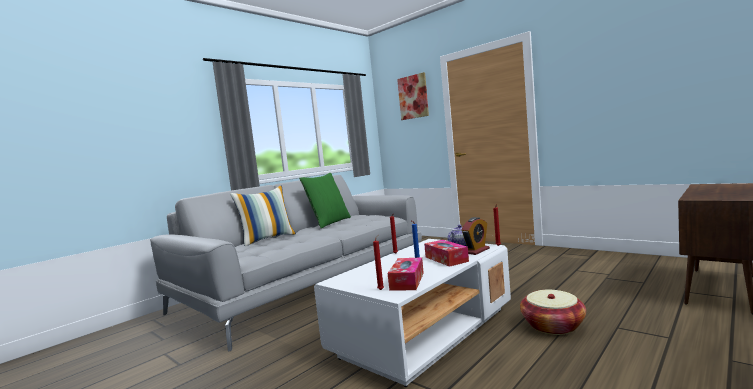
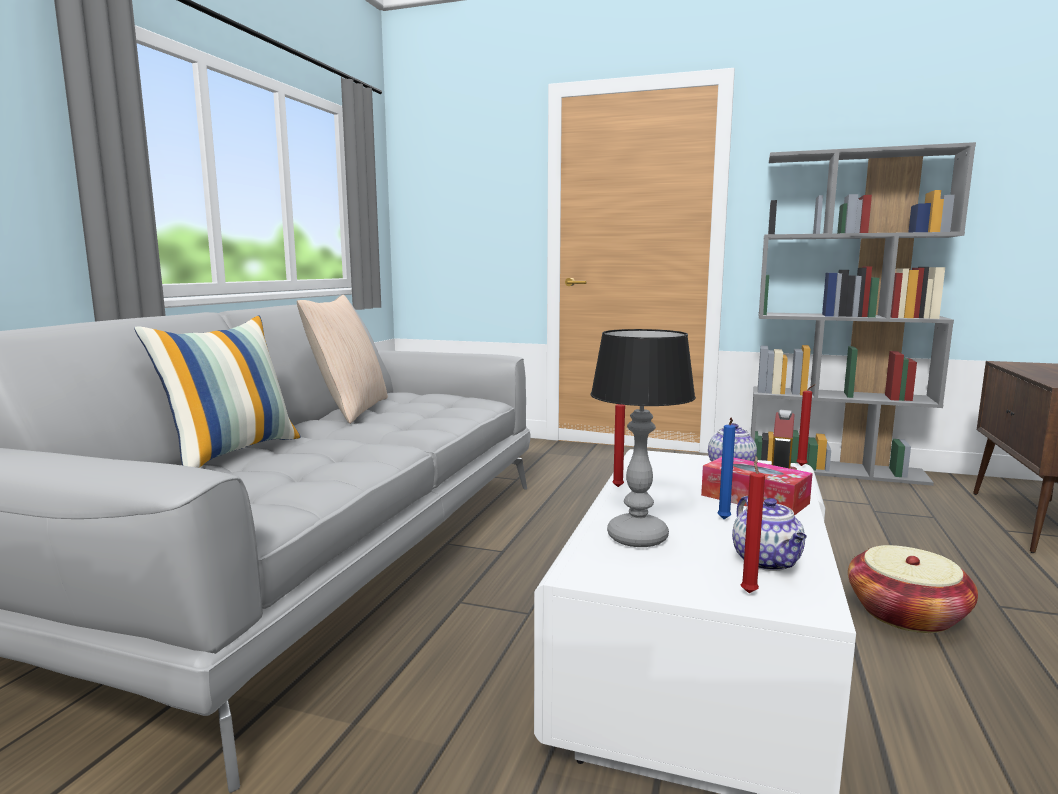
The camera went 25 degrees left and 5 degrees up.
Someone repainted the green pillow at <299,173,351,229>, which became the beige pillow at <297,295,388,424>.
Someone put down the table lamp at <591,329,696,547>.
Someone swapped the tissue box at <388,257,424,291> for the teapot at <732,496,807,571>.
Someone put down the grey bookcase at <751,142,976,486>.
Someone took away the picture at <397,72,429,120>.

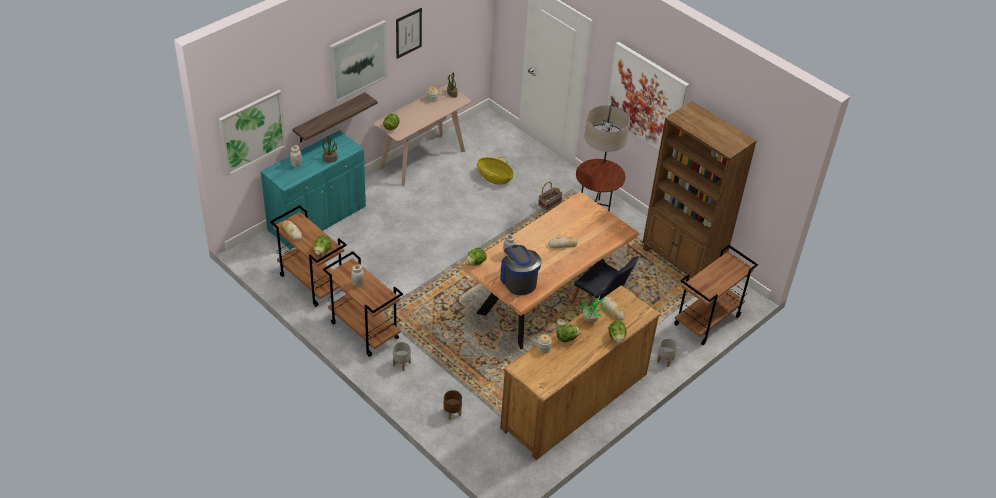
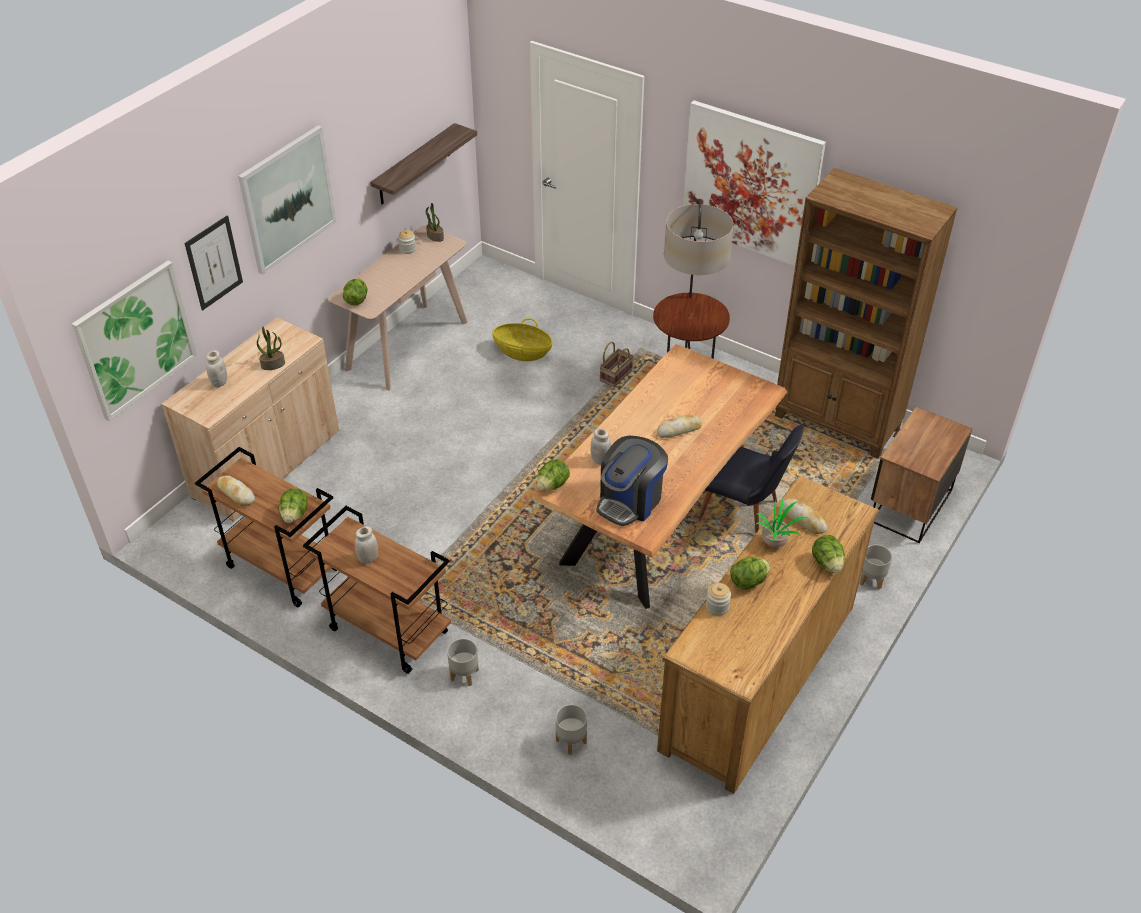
The camera went 10 degrees left and 0 degrees up.
Someone repainted the turquoise cabinet at <260,130,366,250>, which became the beige cabinet at <162,318,339,521>.
Someone carried the picture from <396,8,422,59> to <185,216,243,310>.
Someone carried the shelf from <293,93,378,142> to <370,123,477,204>.
Someone repainted the brown planter at <444,390,462,420>, which became the grey planter at <556,704,587,755>.
Someone rotated the coffee machine at <500,245,542,295> by 105 degrees counterclockwise.
Someone swapped the brown cart at <674,245,758,345> for the nightstand at <871,406,973,543>.

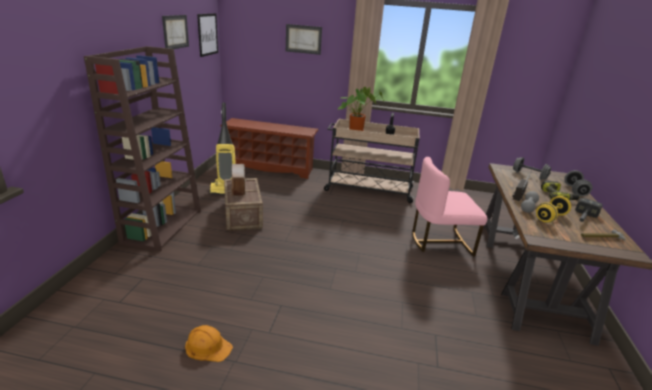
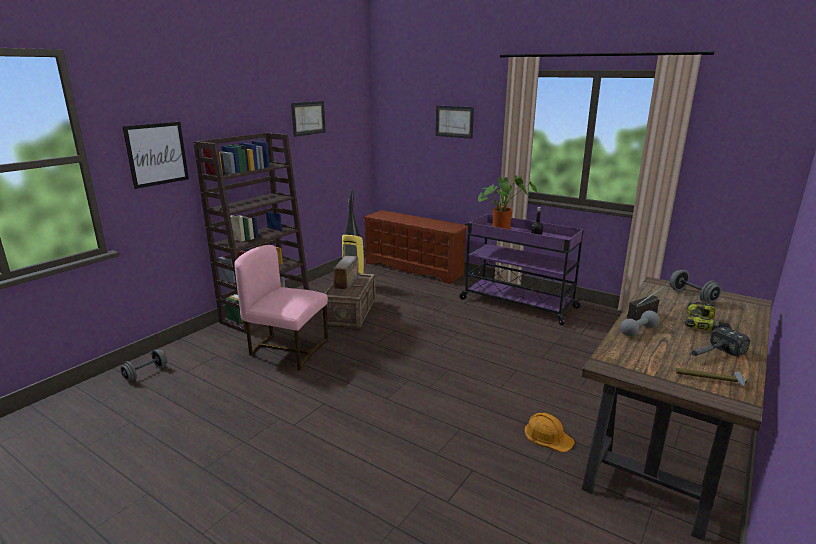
The camera went 25 degrees right and 5 degrees down.
Someone carried the grey dumbbell from <564,170,592,196> to <120,350,167,381>.
Someone carried the picture from <197,13,218,57> to <122,122,189,189>.
Someone carried the pink chair from <412,157,487,257> to <234,245,328,370>.
Someone repainted the beige cart at <324,119,420,203>, which became the purple cart at <459,214,584,325>.
Someone carried the orange hard hat from <185,325,233,362> to <524,413,575,452>.
Someone took away the yellow dumbbell at <536,196,571,223>.

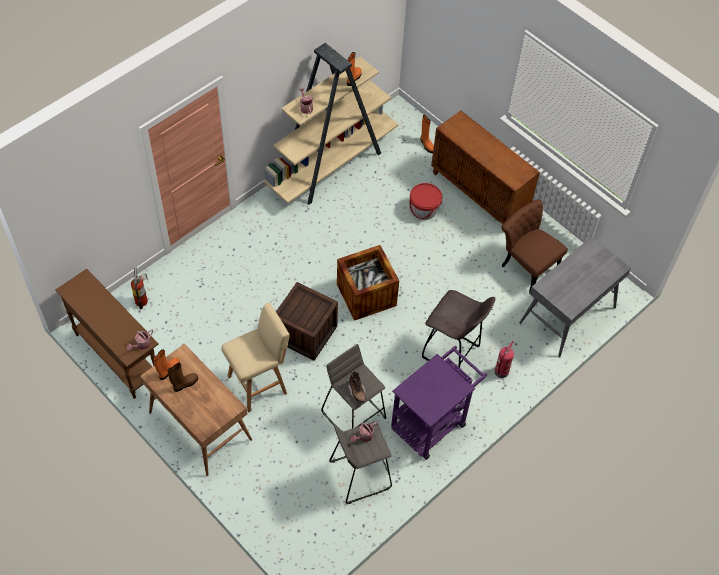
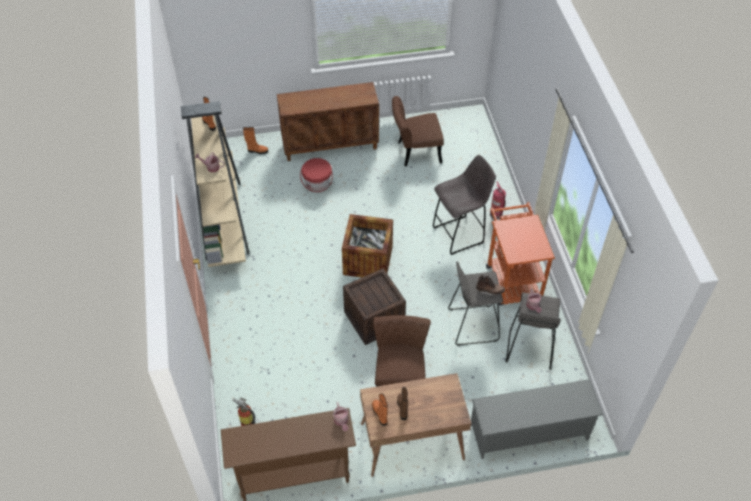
The camera went 55 degrees left and 5 degrees down.
Someone swapped the beige stool at <221,303,290,413> for the brown chair at <373,315,431,387>.
Someone put down the grey shoe rack at <471,379,603,459>.
Someone repainted the purple cart at <391,346,487,460>, which became the orange cart at <486,202,555,305>.
Someone took away the grey desk at <519,237,631,358>.

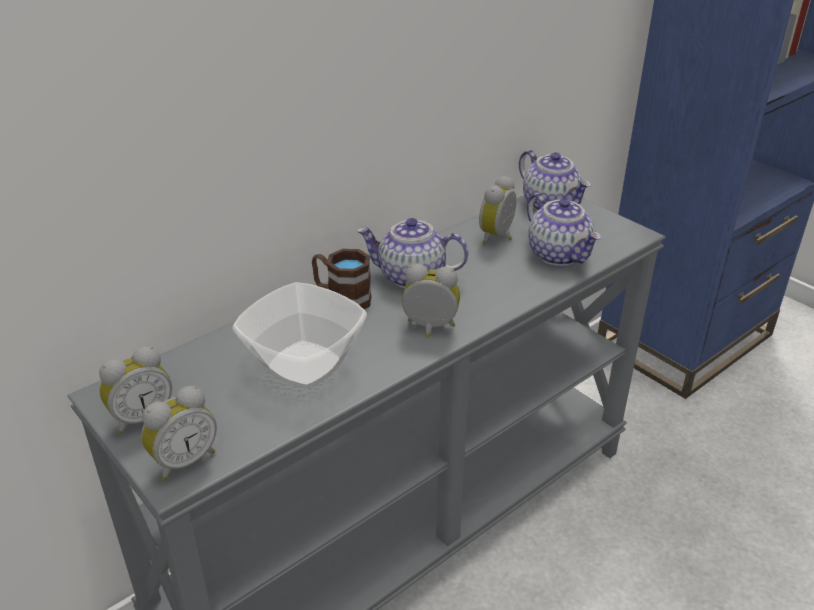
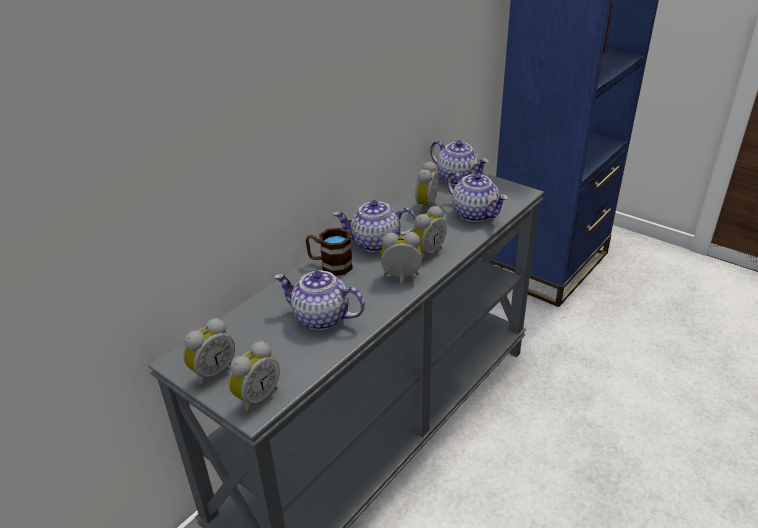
The camera went 10 degrees left and 0 degrees up.
Someone swapped the bowl at <232,282,367,388> for the teapot at <274,271,365,330>.
Someone put down the alarm clock at <412,206,447,262>.

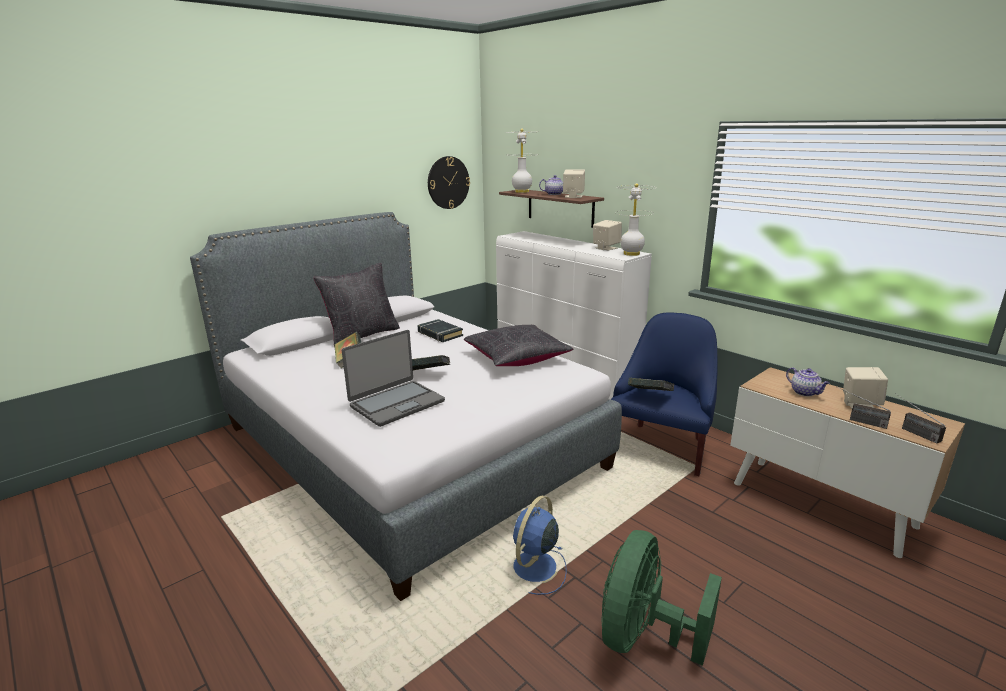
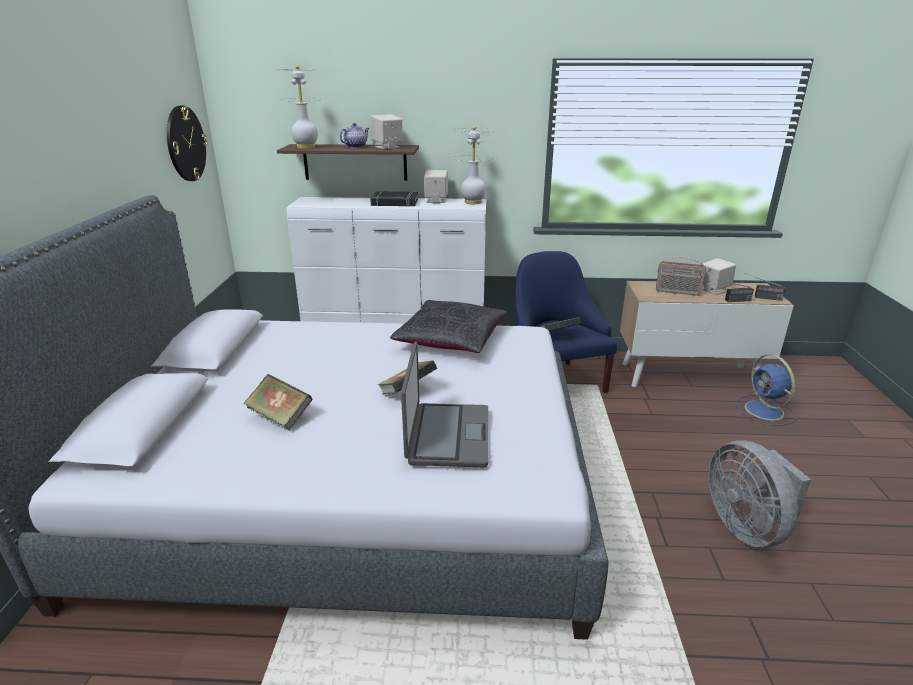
The camera went 45 degrees left and 5 degrees up.
Someone carried the black book from <418,319,463,342> to <370,191,418,207>.
Someone swapped the teapot at <786,367,830,396> for the radio at <656,257,706,296>.
Someone repainted the green fan at <601,530,722,666>, which became the grey fan at <709,441,811,547>.
Someone carried the blue fan from <513,496,567,595> to <736,354,796,426>.
Someone took away the black pillow at <314,263,400,348>.

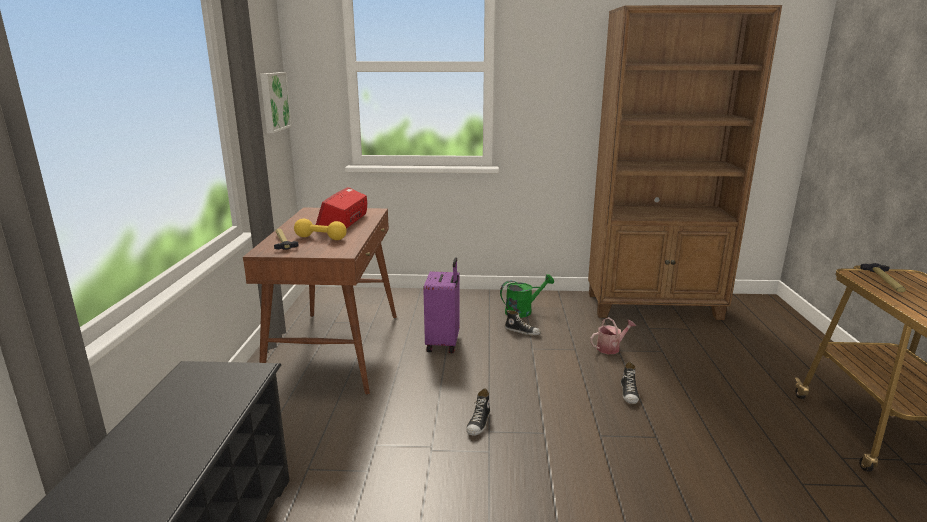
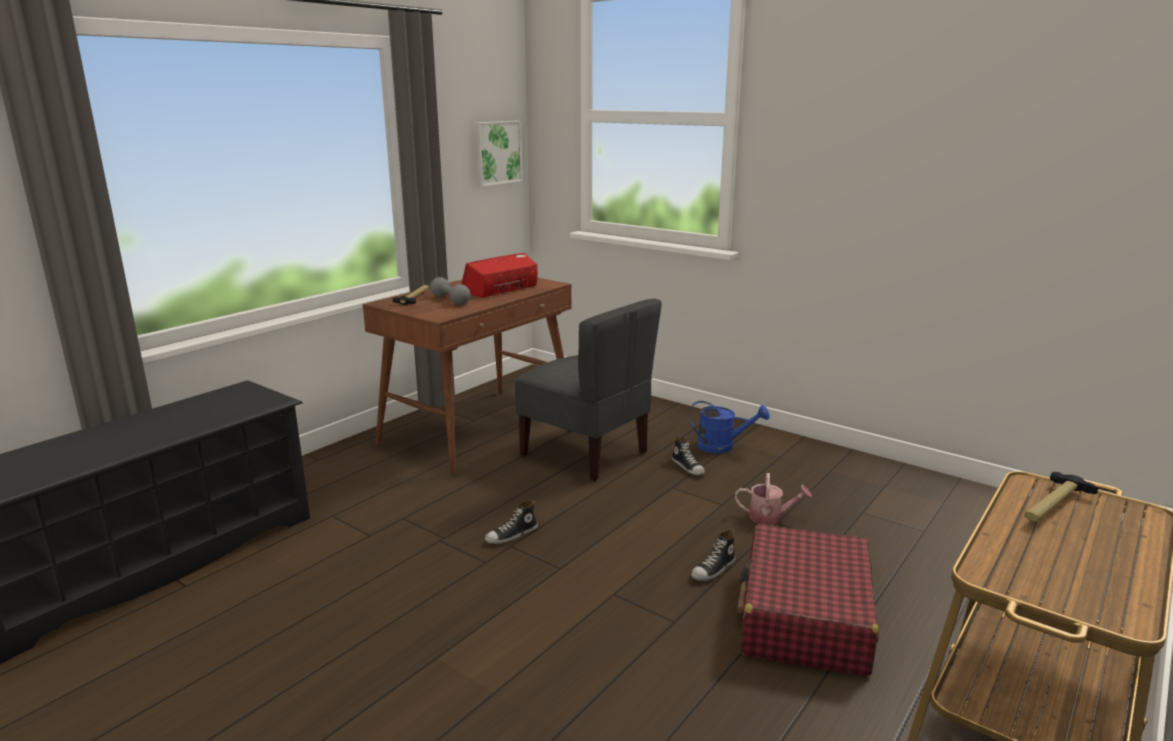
The camera went 35 degrees right and 0 degrees up.
Someone repainted the yellow dumbbell at <294,219,347,240>, which became the grey dumbbell at <430,277,471,305>.
Someone swapped the purple suitcase at <423,258,460,353> for the grey chair at <515,299,662,481>.
Someone repainted the green watering can at <500,274,554,318>, which became the blue watering can at <689,401,770,454>.
Someone put down the red suitcase at <737,524,879,677>.
Someone took away the brown bookcase at <588,5,782,320>.

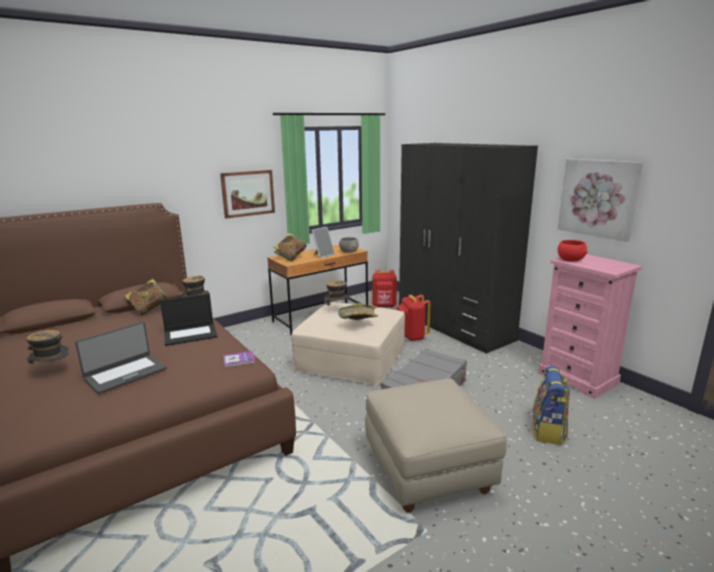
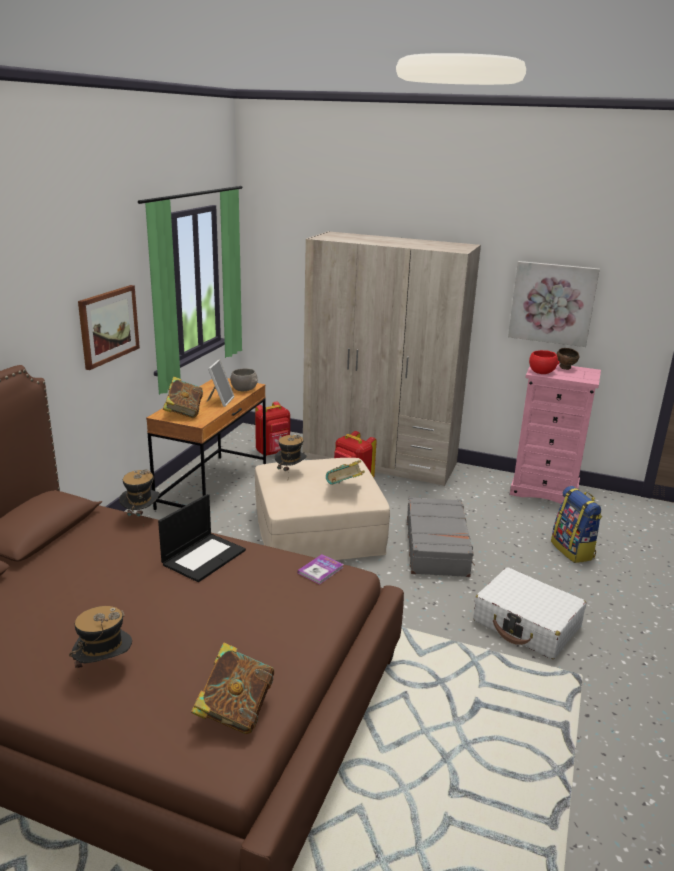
The camera went 35 degrees left and 5 degrees up.
Someone carried the book from <125,279,169,316> to <191,643,274,734>.
Someone repainted the black wardrobe at <399,143,538,354>, which became the beige wardrobe at <303,231,481,486>.
Someone swapped the beige ottoman at <365,378,506,513> for the white suitcase at <473,568,586,659>.
Someone put down the brown bowl at <556,348,580,370>.
Someone took away the laptop at <75,322,166,394>.

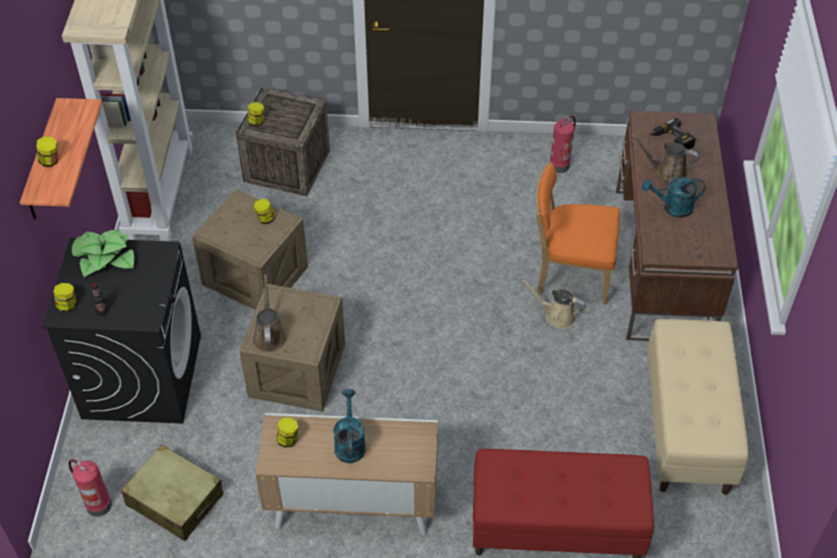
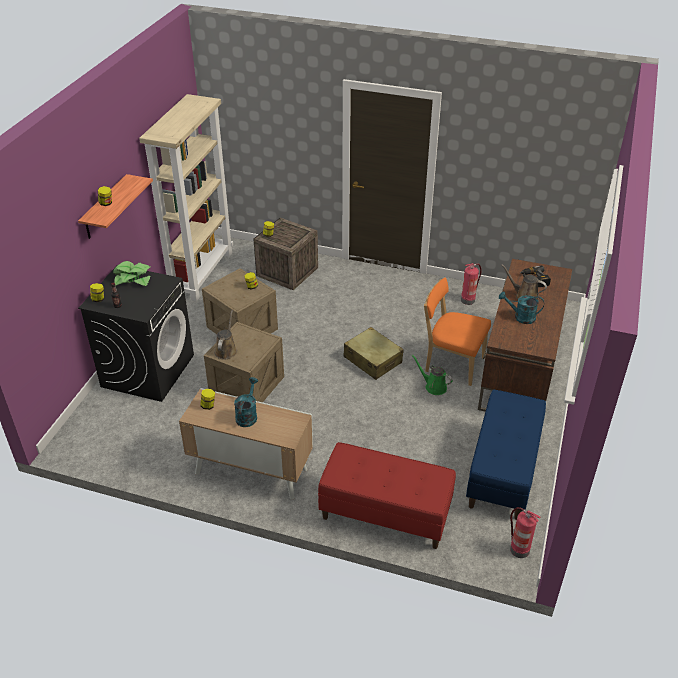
The camera went 15 degrees right and 10 degrees down.
Someone carried the beige suitcase from <121,444,223,541> to <344,327,404,380>.
Someone repainted the beige watering can at <522,279,586,329>, which became the green watering can at <412,355,453,395>.
Someone repainted the beige bench at <647,319,748,495>, which became the blue bench at <466,390,546,520>.
Someone carried the fire extinguisher from <68,459,112,517> to <510,507,541,558>.

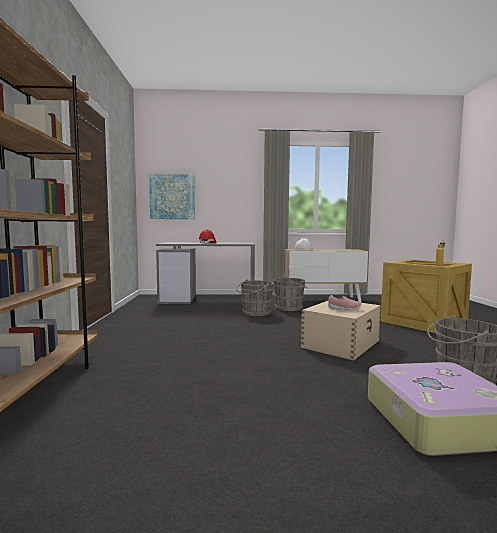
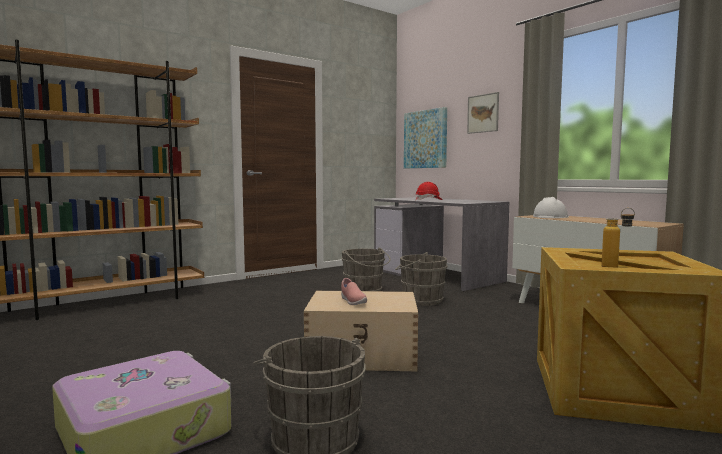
The camera went 55 degrees right and 0 degrees up.
Someone carried the grey bucket from <274,276,308,311> to <342,247,391,291>.
Someone put up the picture at <467,92,499,134>.

